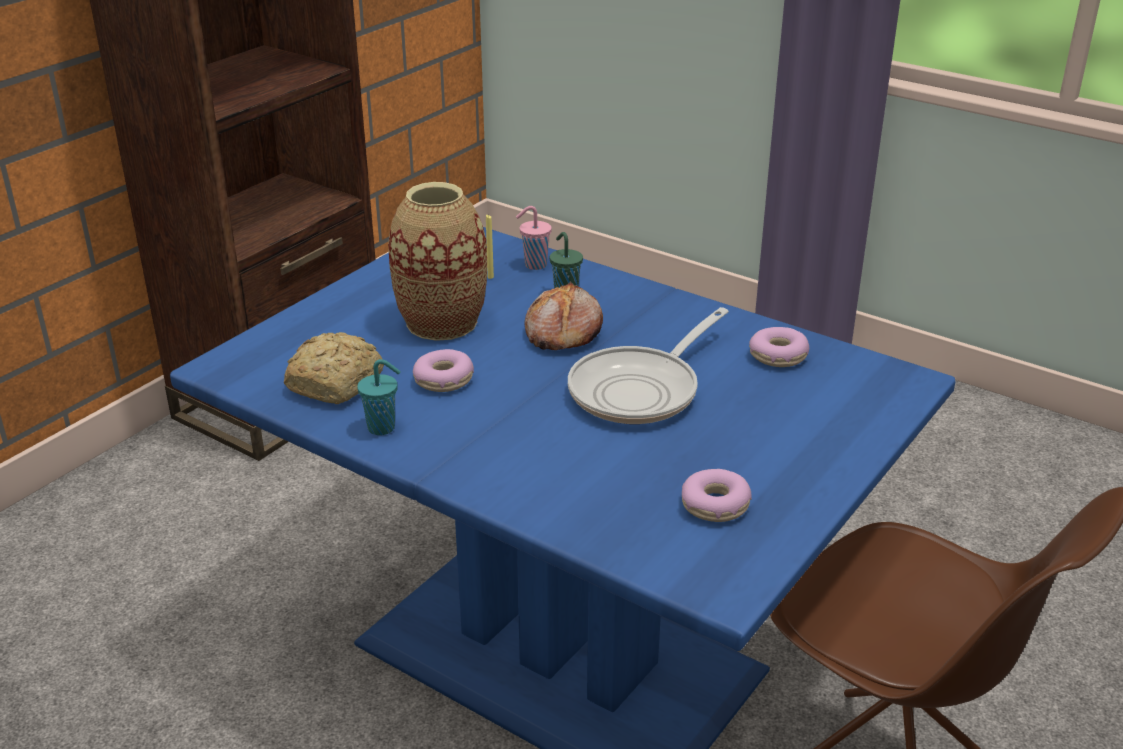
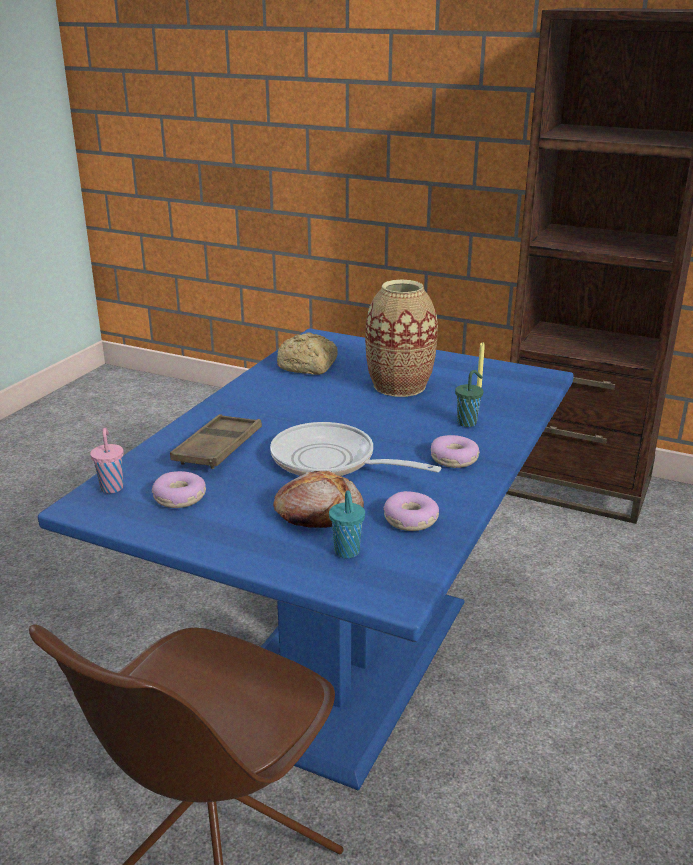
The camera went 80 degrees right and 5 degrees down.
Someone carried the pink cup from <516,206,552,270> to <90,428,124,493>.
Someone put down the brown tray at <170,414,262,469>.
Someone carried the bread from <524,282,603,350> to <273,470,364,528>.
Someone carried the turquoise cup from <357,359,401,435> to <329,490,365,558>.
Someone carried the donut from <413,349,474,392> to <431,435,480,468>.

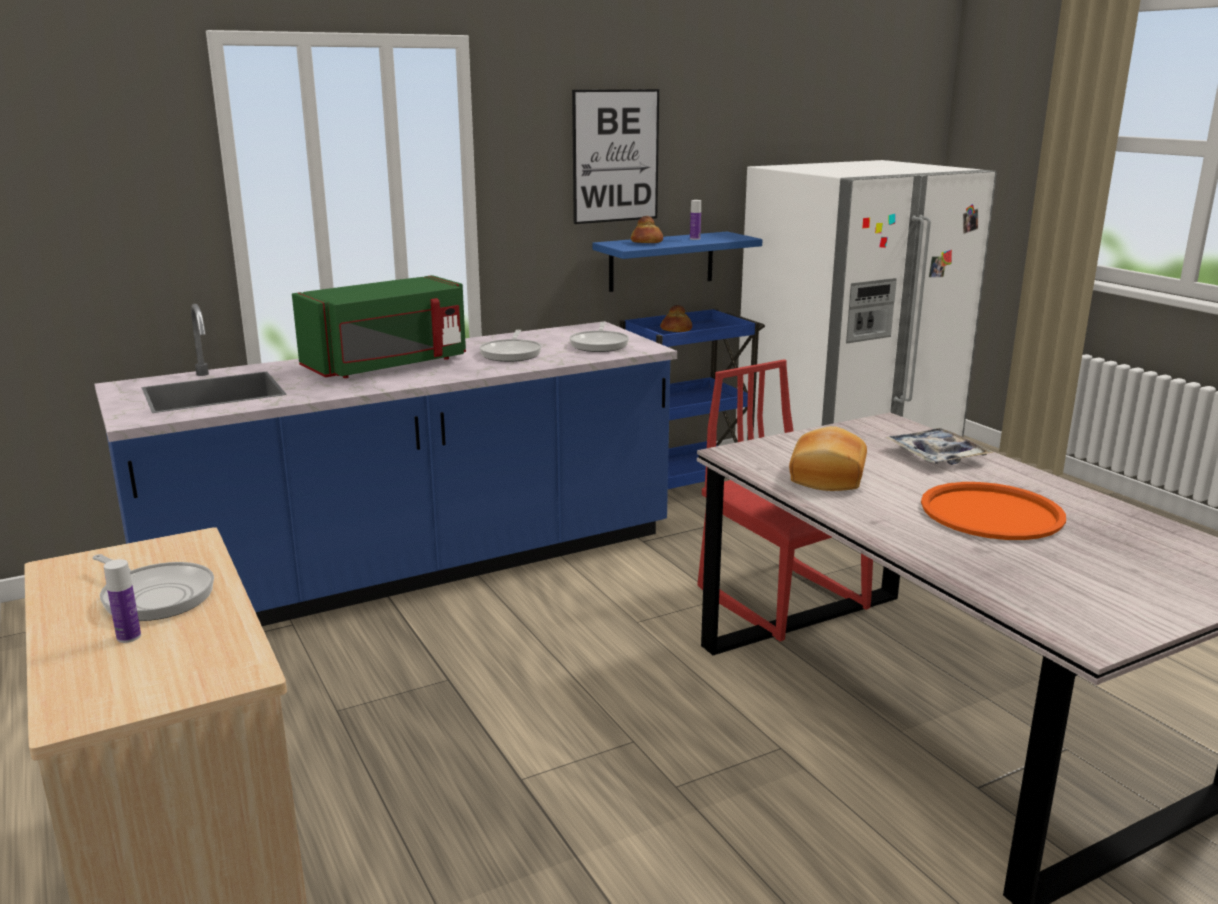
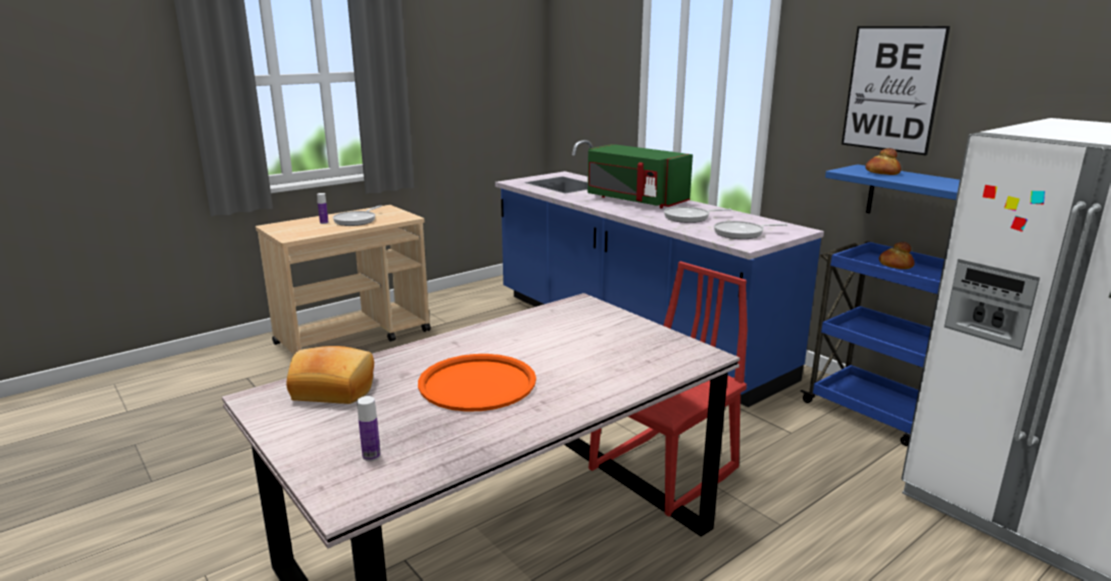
The camera went 80 degrees right and 0 degrees up.
Someone carried the bread from <789,426,867,491> to <287,346,374,404>.
Someone carried the bottle from <690,200,701,240> to <357,396,381,461>.
Someone took away the tray at <884,428,994,465>.

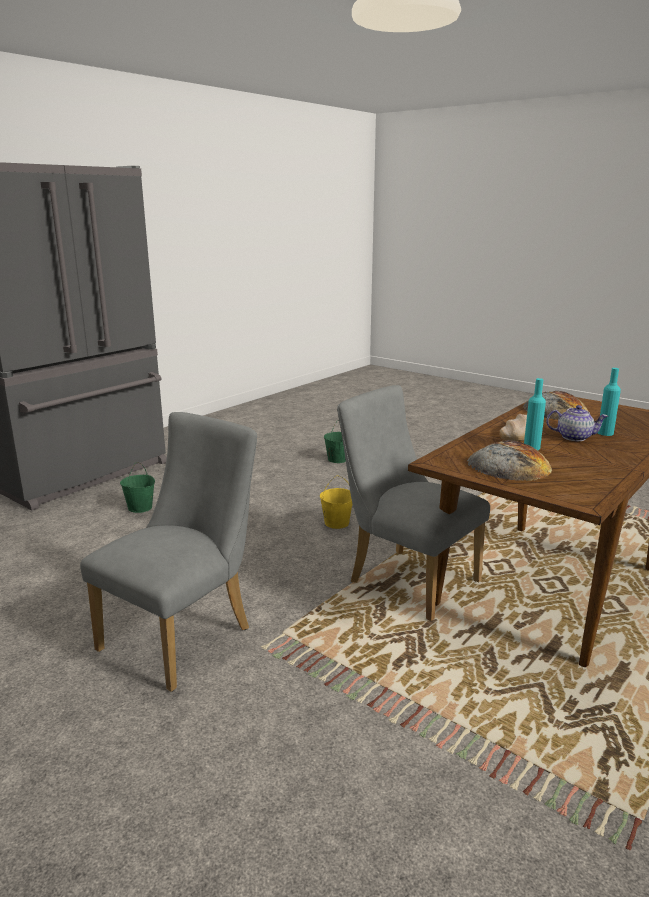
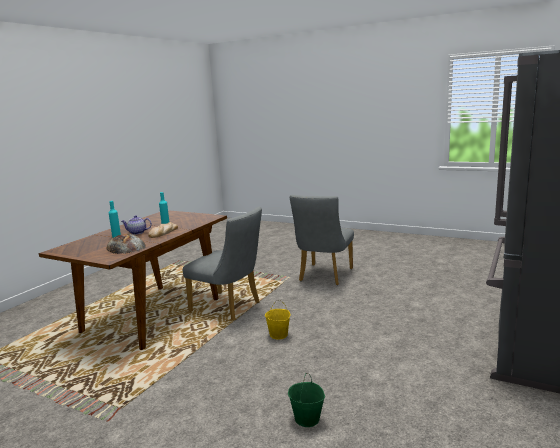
The camera went 170 degrees right and 5 degrees down.
Someone took away the green bucket at <120,462,155,513>.
Someone took away the bread at <467,440,552,481>.

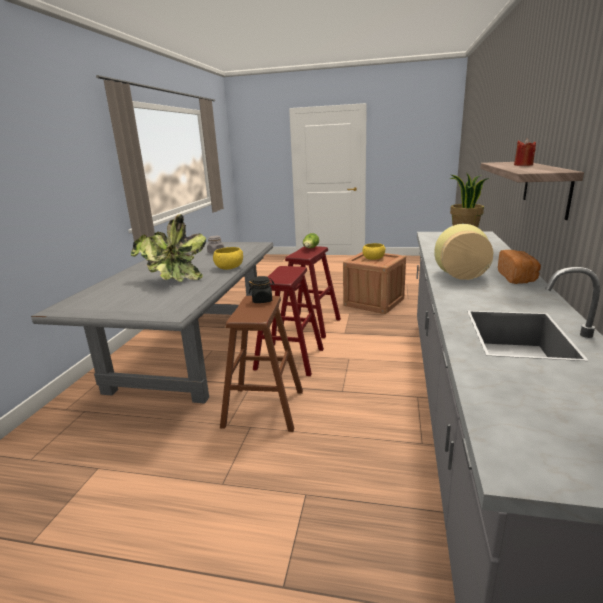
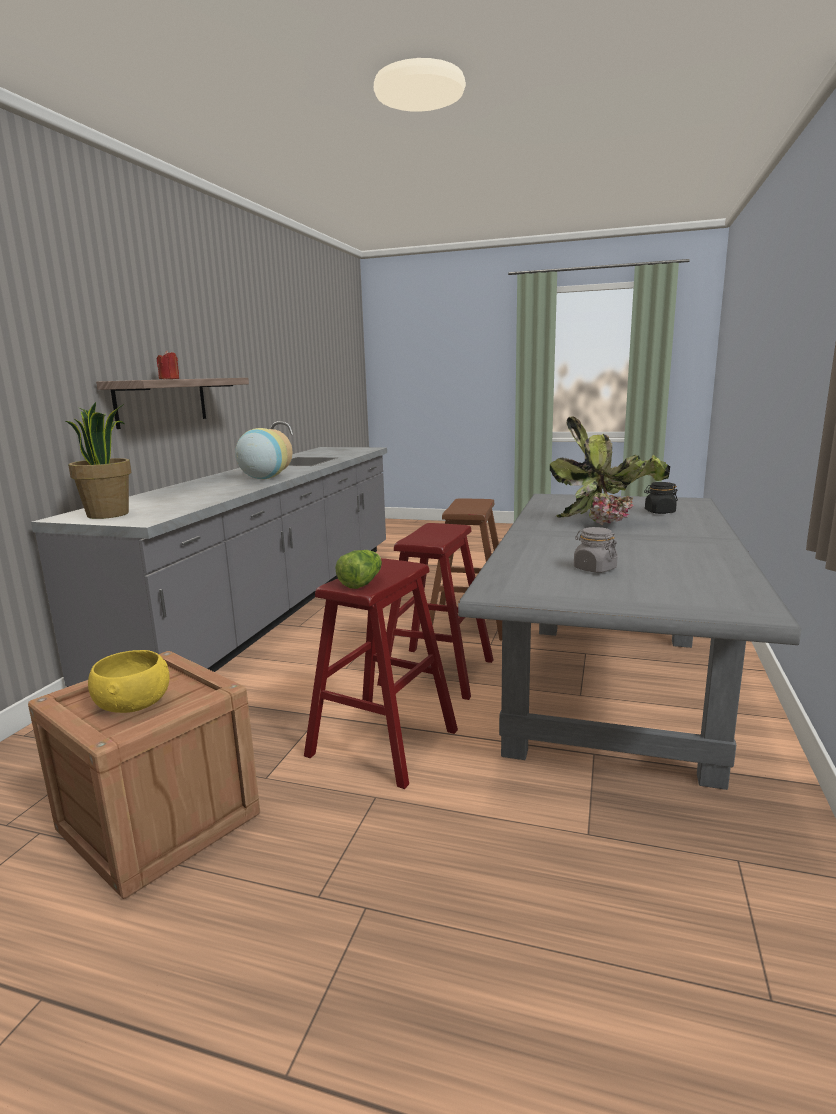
The camera went 175 degrees left and 5 degrees down.
Someone carried the black jar from <249,276,274,303> to <644,482,678,514>.
Someone took away the yellow bowl at <213,247,243,270>.
Someone took away the bread at <498,250,541,284>.

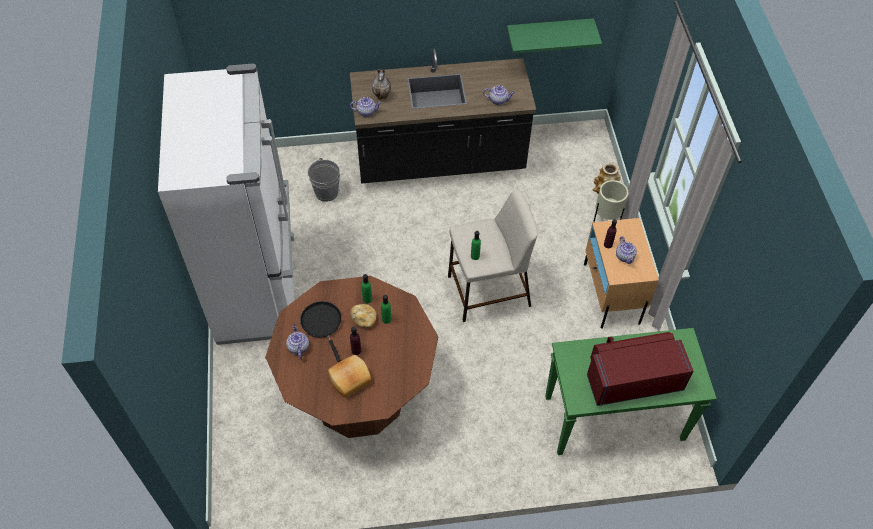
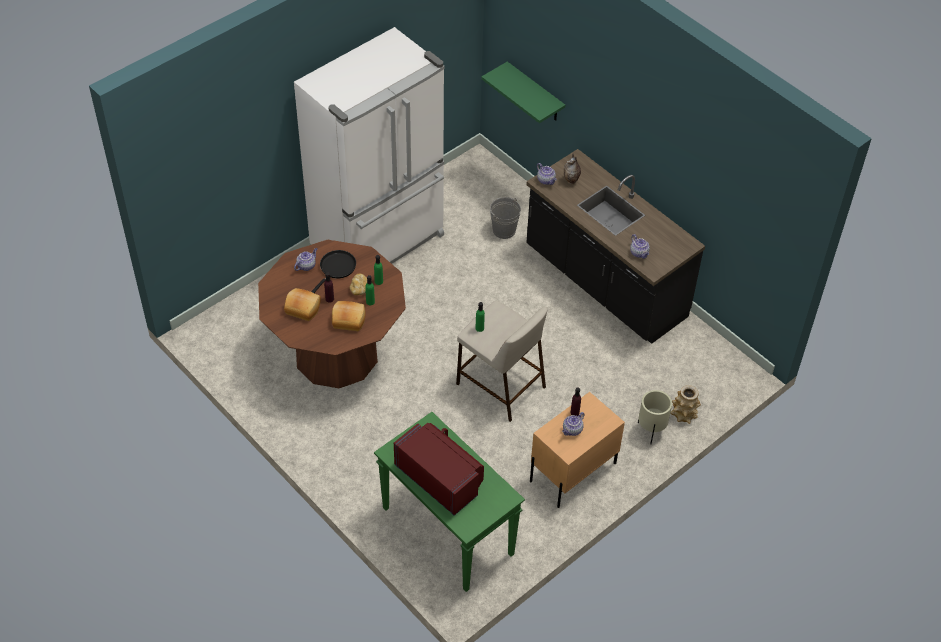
The camera went 55 degrees right and 5 degrees down.
Someone put down the bread at <332,301,365,331>.
Someone carried the green shelf from <507,18,602,54> to <481,61,565,123>.

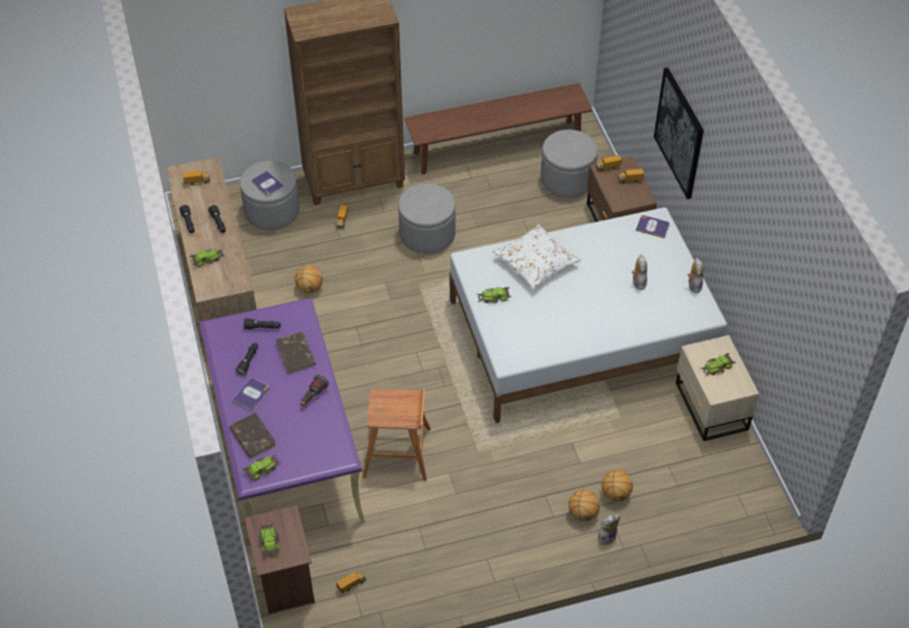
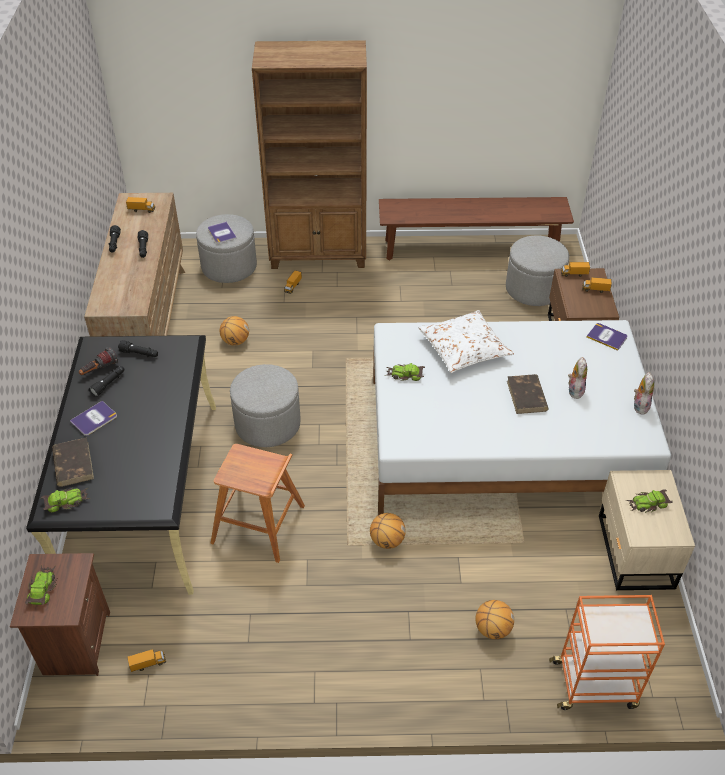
The camera went 15 degrees right and 5 degrees down.
Someone repainted the purple desk at <199,298,365,551>, which became the black desk at <26,335,216,595>.
Someone carried the flashlight from <300,374,329,406> to <79,347,118,375>.
Someone carried the grey ottoman from <398,183,455,254> to <230,364,301,447>.
Someone carried the basketball from <568,489,600,521> to <370,513,406,549>.
Someone carried the brown book from <276,332,316,374> to <507,374,549,414>.
Someone put down the orange cart at <549,595,665,710>.
Someone took away the toy car at <189,249,224,267>.
Someone took away the plush toy at <598,514,620,545>.
Someone took away the picture at <654,67,704,199>.

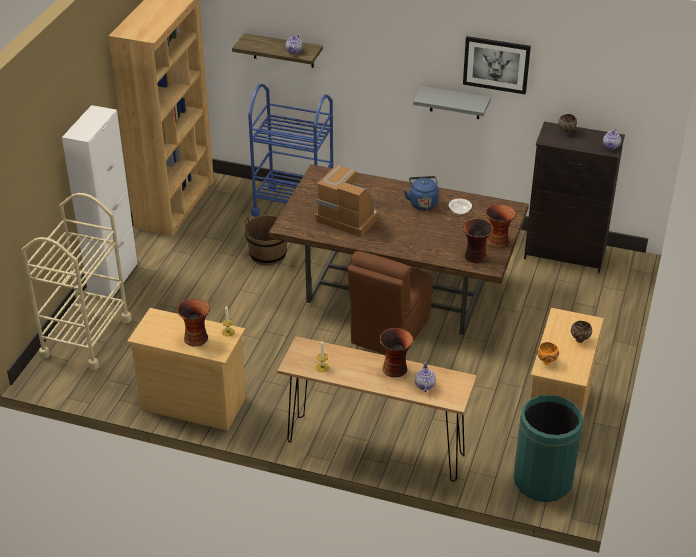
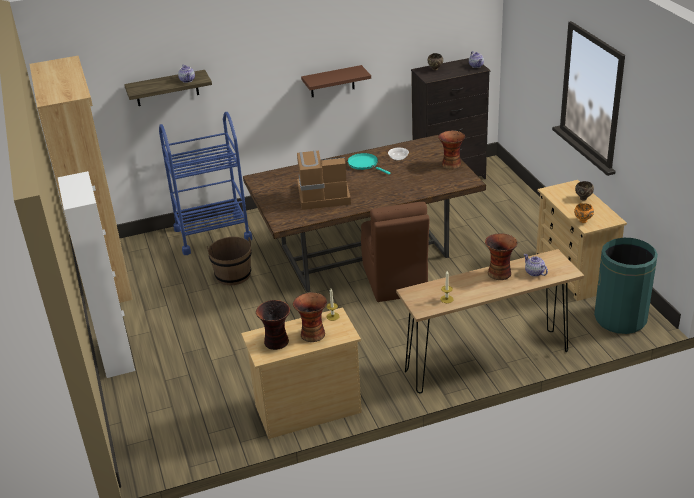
The camera went 35 degrees left and 5 degrees down.
Someone carried the vase from <463,219,493,263> to <256,300,290,350>.
Someone repainted the grey shelf at <413,86,491,119>, which became the brown shelf at <301,65,371,97>.
Someone swapped the blue kettle at <404,176,439,210> for the turquoise frying pan at <348,153,390,175>.
Someone took away the beige cart at <21,193,132,370>.
Someone took away the picture at <463,36,531,94>.

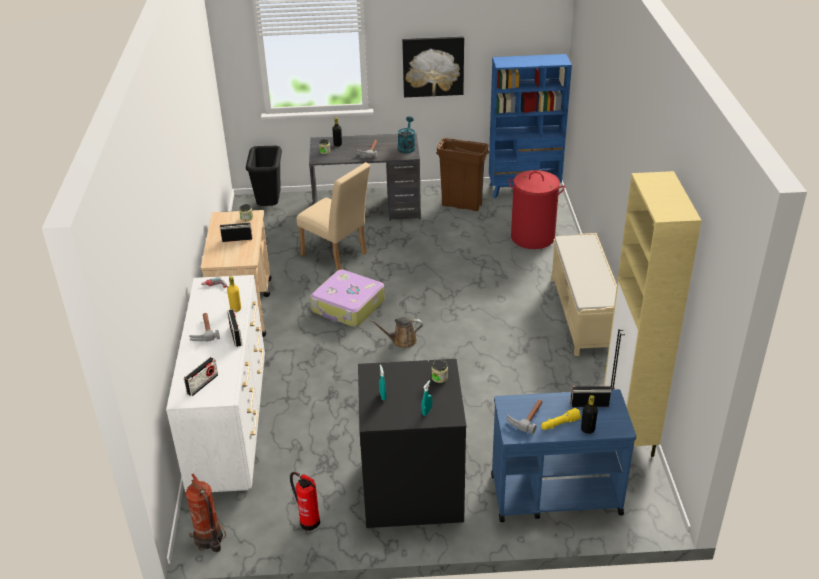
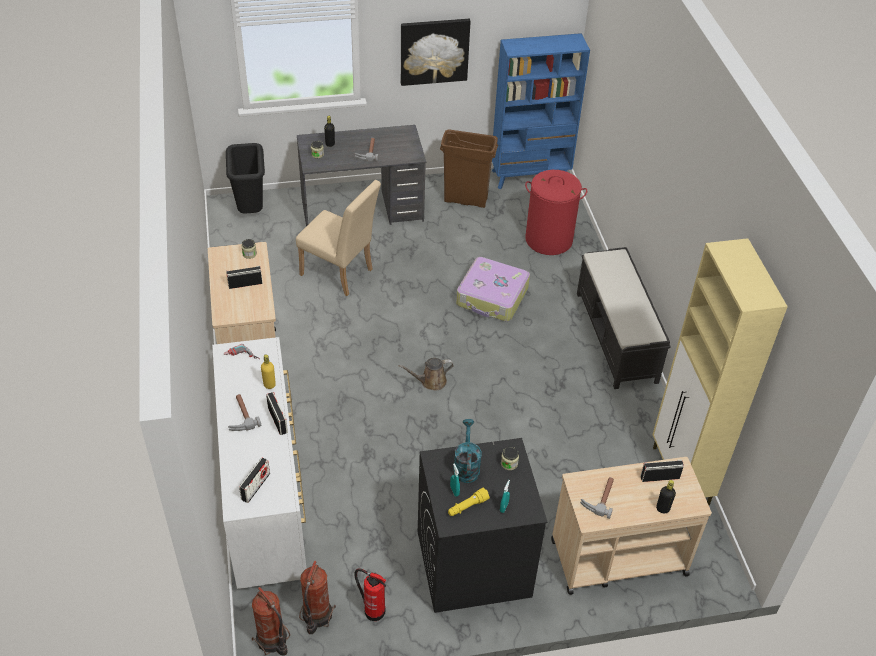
The camera went 10 degrees left and 10 degrees up.
Someone put down the fire extinguisher at <299,561,336,634>.
Someone carried the yellow flashlight from <541,408,581,430> to <448,488,490,516>.
Someone carried the turquoise watering can from <398,116,415,153> to <453,419,482,483>.
Someone carried the suitcase from <310,270,385,327> to <456,257,530,322>.
Someone repainted the blue cart at <491,389,636,522>, which became the beige cart at <551,457,712,595>.
Someone repainted the beige bench at <552,233,617,356>, which became the black bench at <577,247,671,389>.

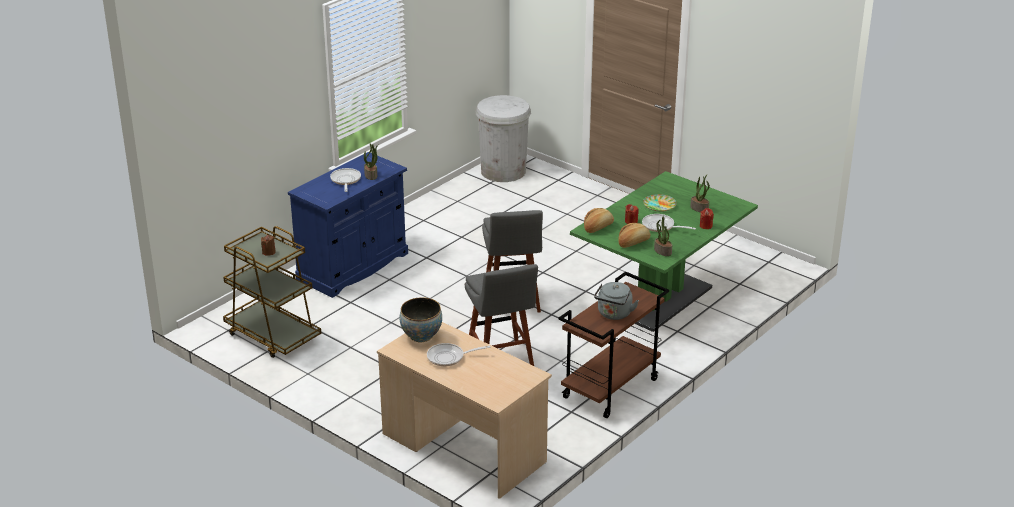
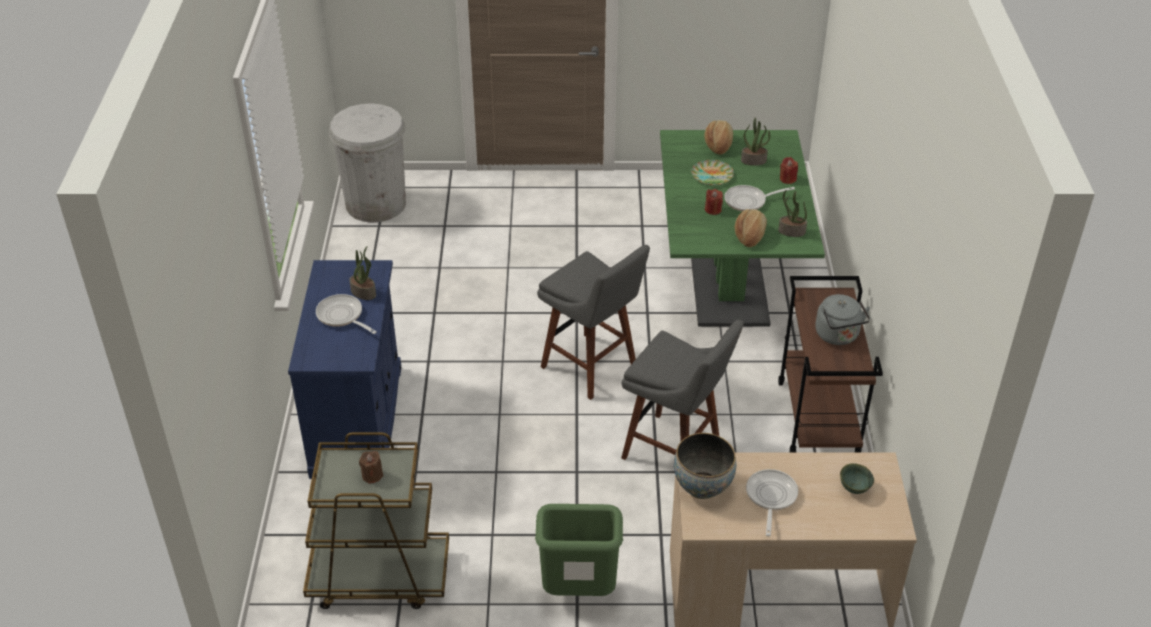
The camera went 40 degrees left and 10 degrees up.
Someone put down the green trash can at <535,504,623,596>.
Someone carried the bread from <584,208,614,233> to <704,120,733,154>.
Someone rotated the frying pan at <427,343,490,366> by 150 degrees clockwise.
Someone put down the green bowl at <840,463,874,494>.

